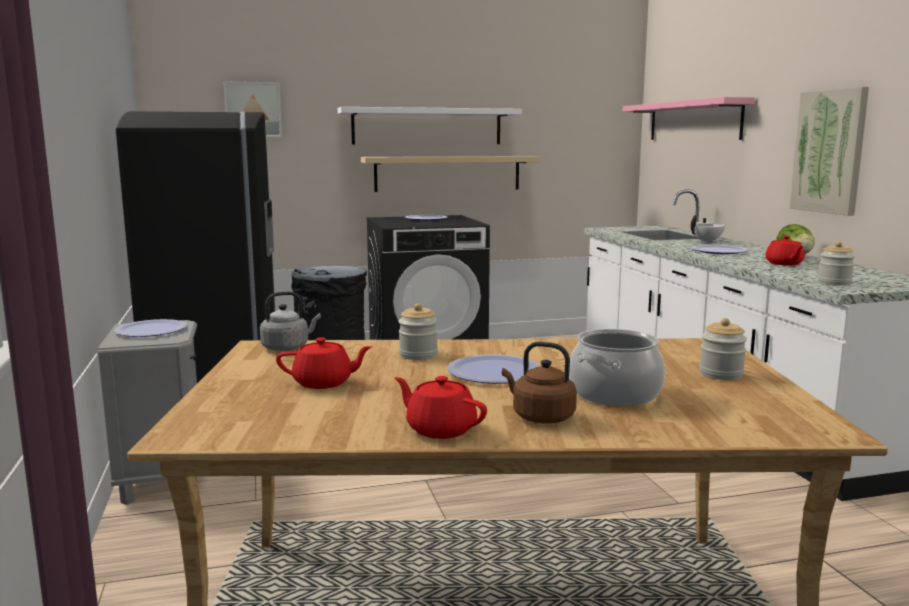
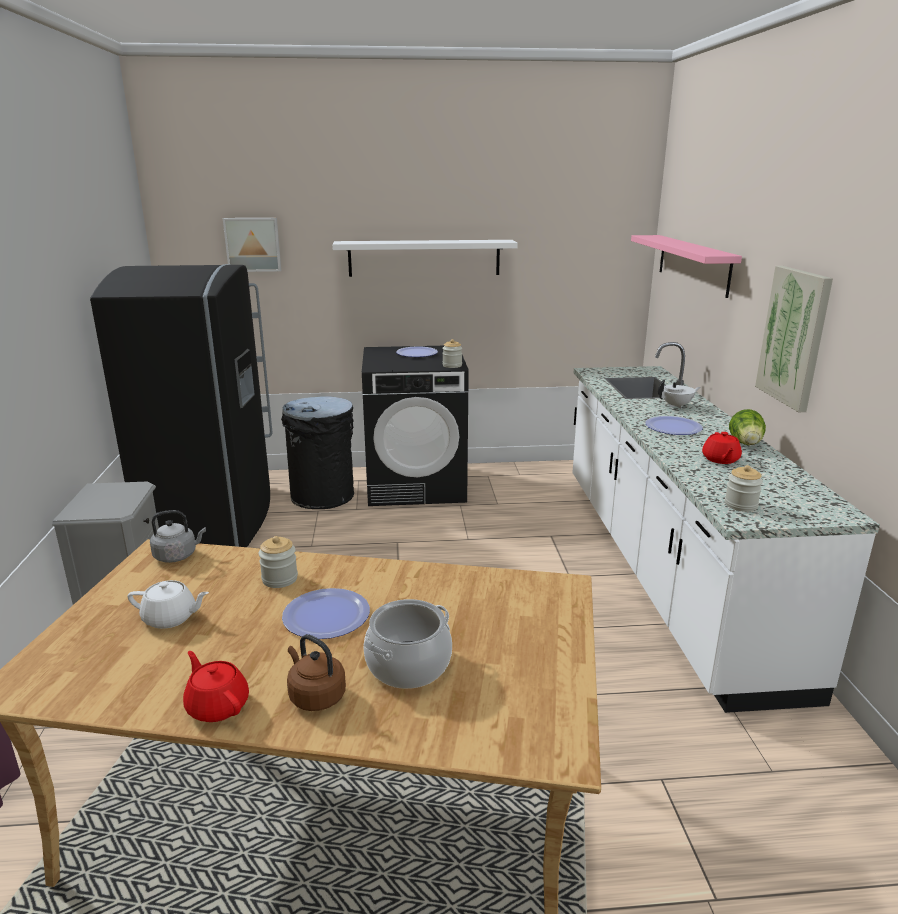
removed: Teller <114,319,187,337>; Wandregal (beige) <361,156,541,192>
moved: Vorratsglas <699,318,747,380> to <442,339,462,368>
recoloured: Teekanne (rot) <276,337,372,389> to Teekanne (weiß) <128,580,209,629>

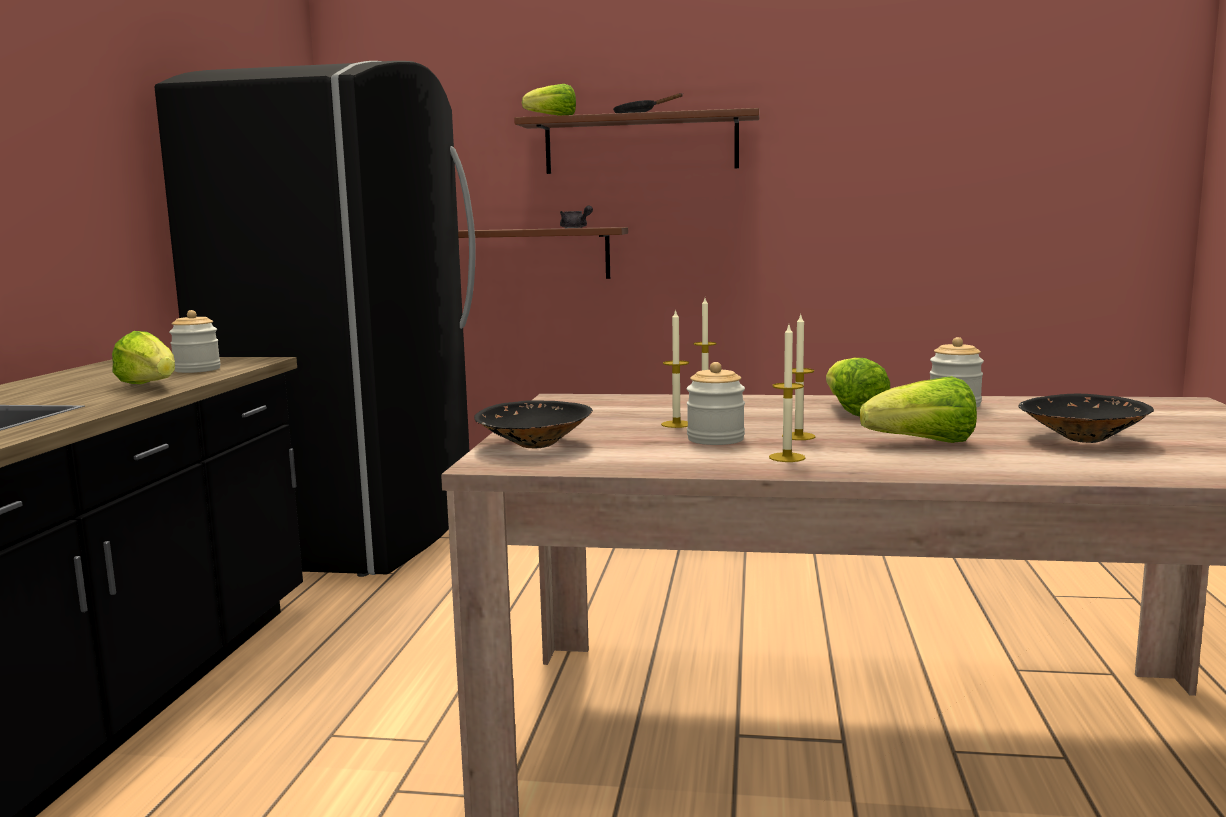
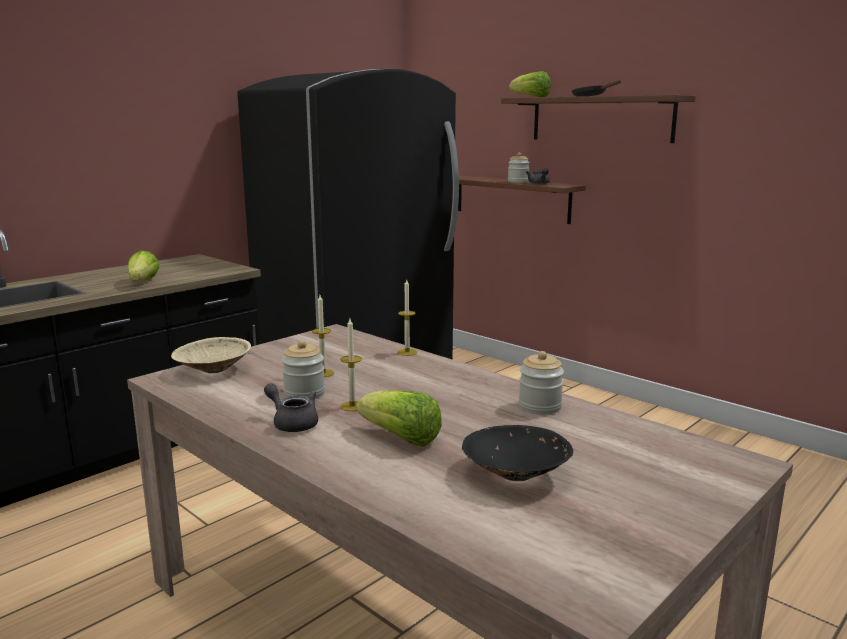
removed: Salatkopf <826,358,890,416>
moved: Vorratsglas <169,310,221,373> to <508,153,530,183>
replaced: Kerze <769,325,805,462> to Teekanne (grau) <264,383,318,432>
recoloured: Schüssel (schwarz) <474,400,593,449> to Schüssel (beige) <171,337,251,373>

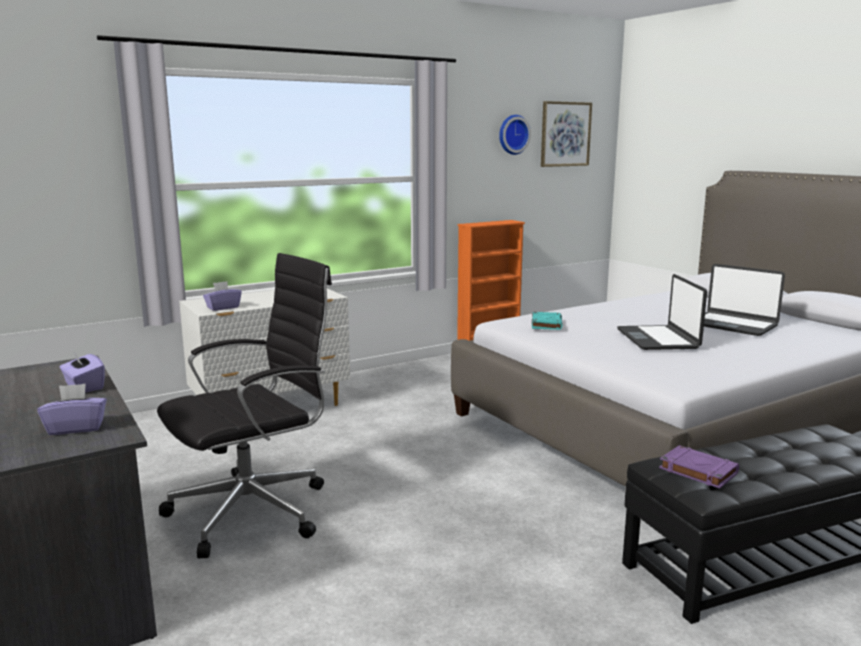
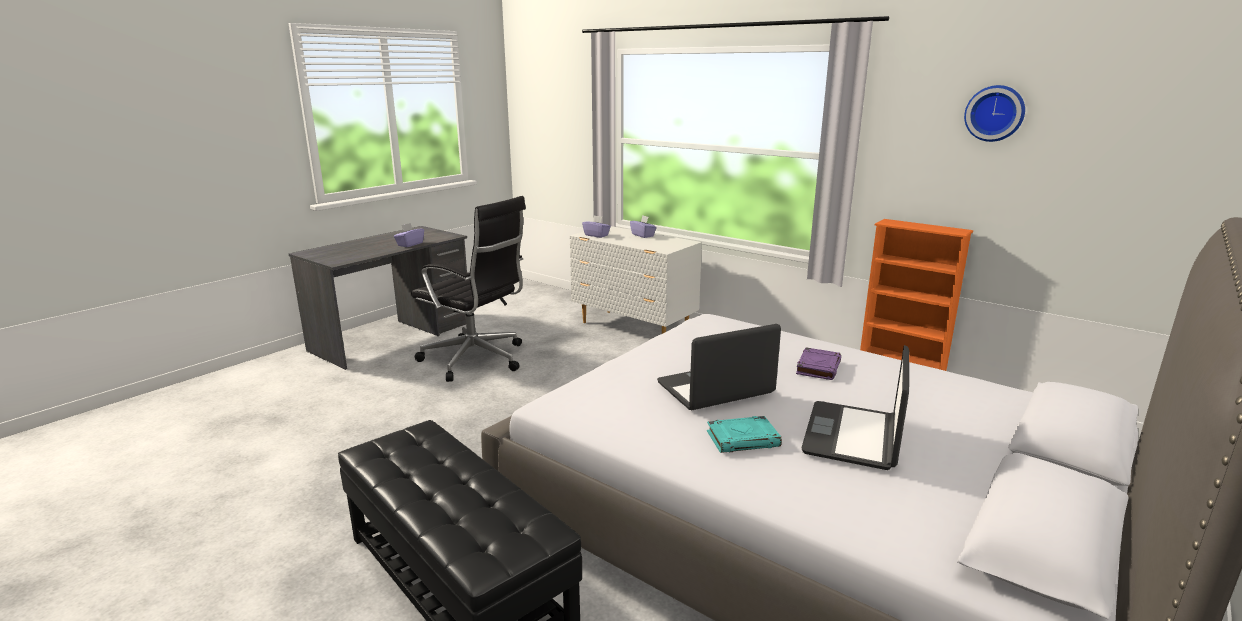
removed: Bild <541,101,592,167>
moved: Taschentuchbox (lila) <38,383,107,435> to <630,216,657,238>; Buch (türkis) <532,312,563,330> to <707,416,782,453>; Buch (lila) <659,445,739,488> to <796,347,841,380>

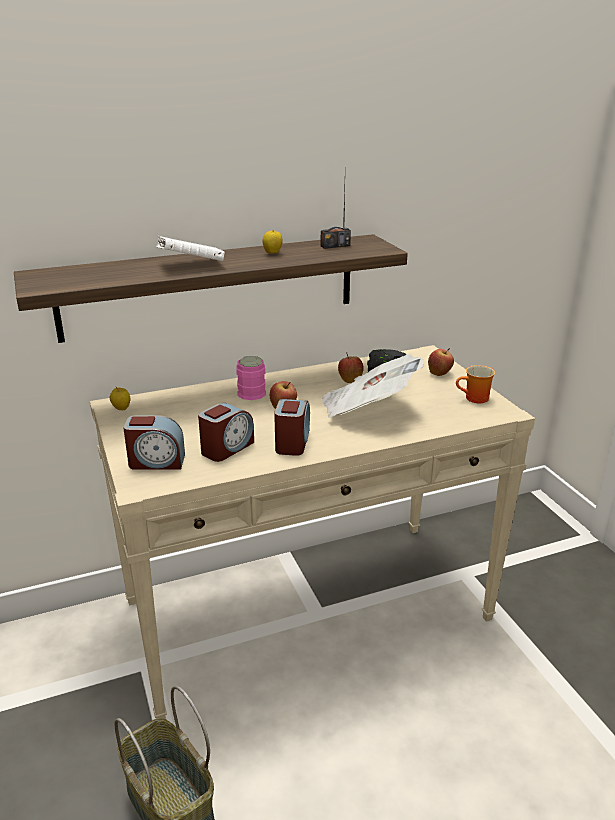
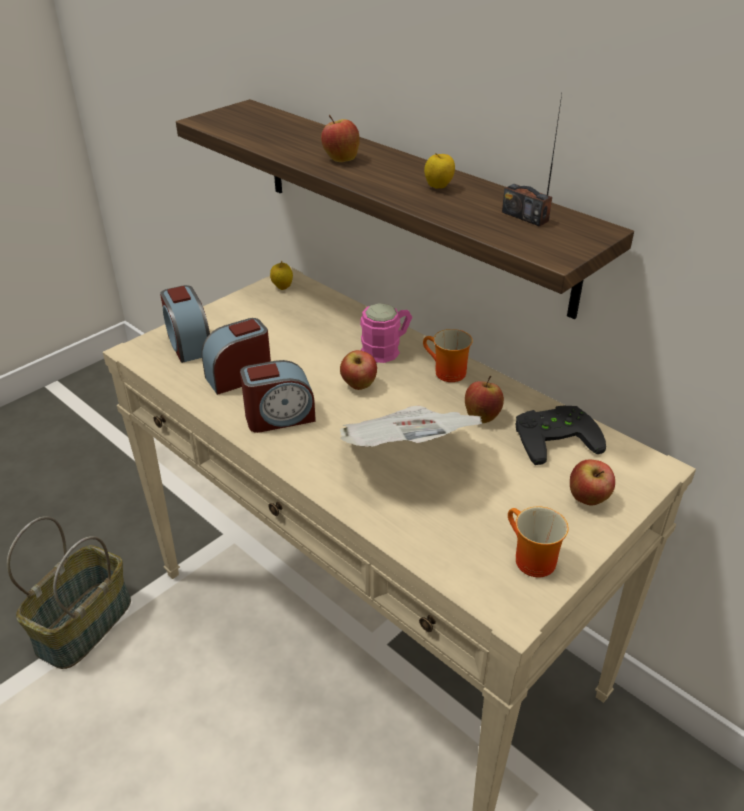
added: Henkelbecher <423,329,473,382>
replaced: Buch (weiß) <156,236,224,261> to Apfel <321,114,360,162>
turned: Wecker <198,403,254,462> = <202,318,271,395> 135 degrees clockwise

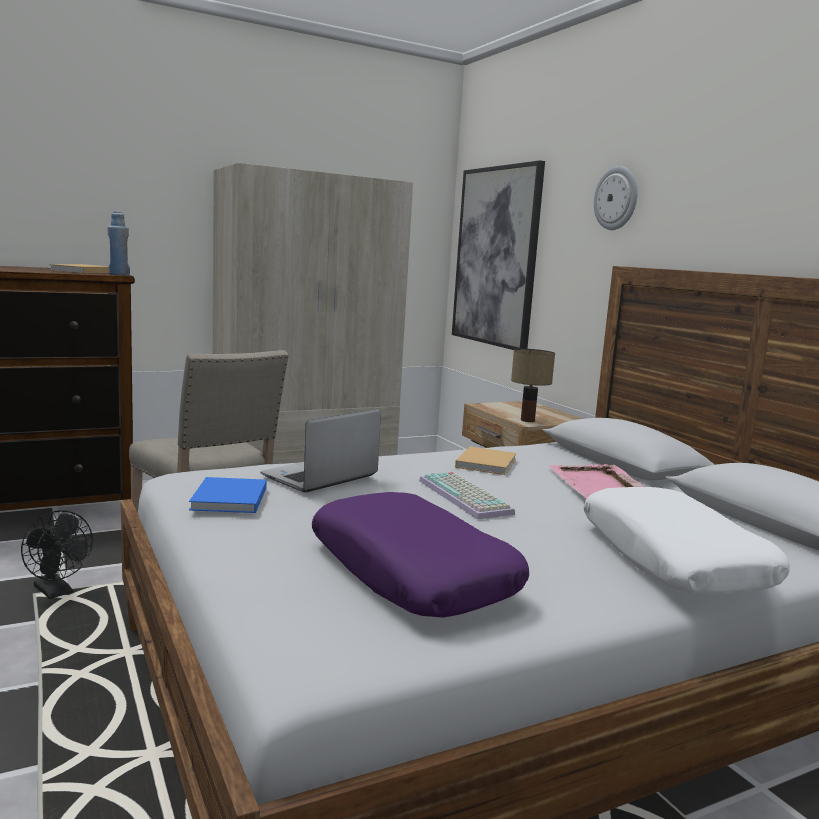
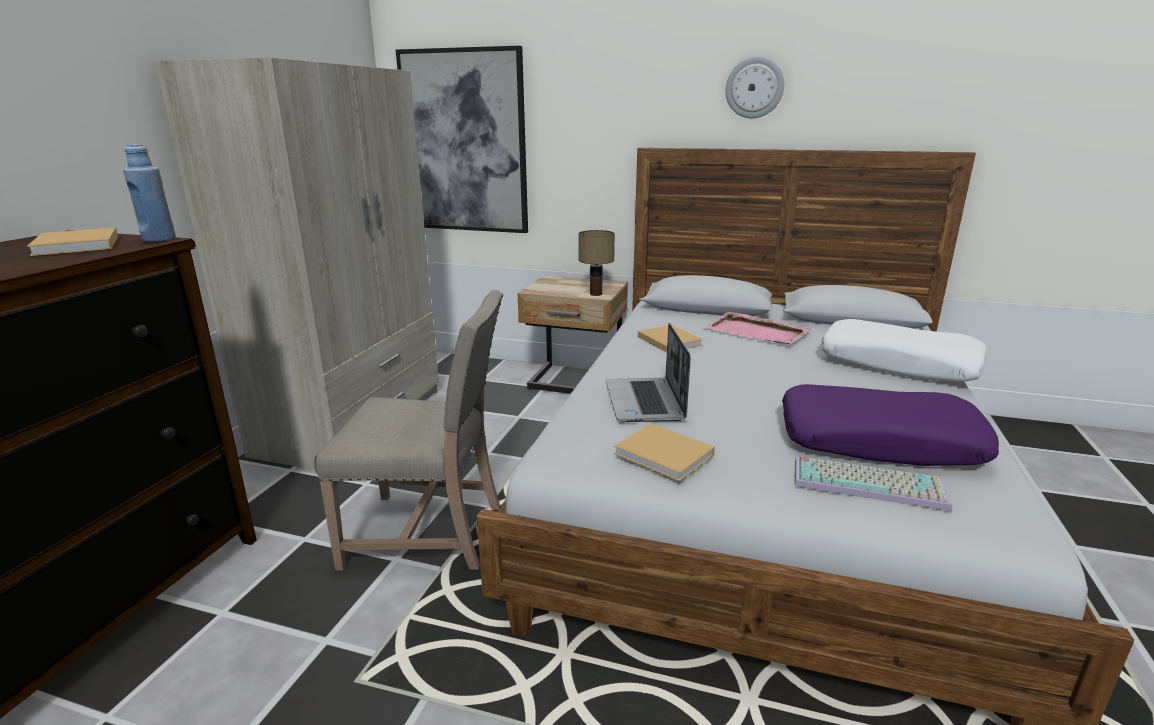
removed: Ventilator (schwarz) <21,510,93,599>
moved: Tastatur <419,472,515,519> to <794,457,952,512>; Wanduhr <594,166,638,230> to <725,57,784,118>
recoloured: Buch (blau) <189,477,267,513> to Buch (beige) <614,424,715,482>

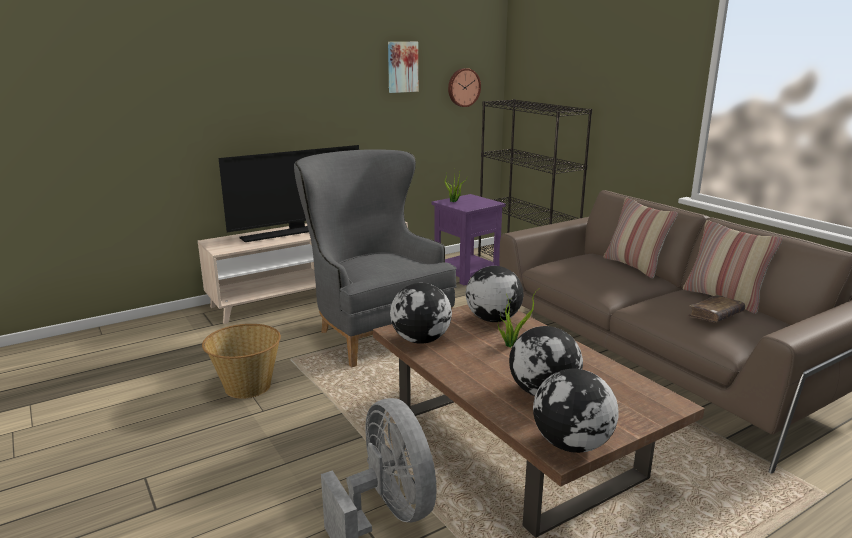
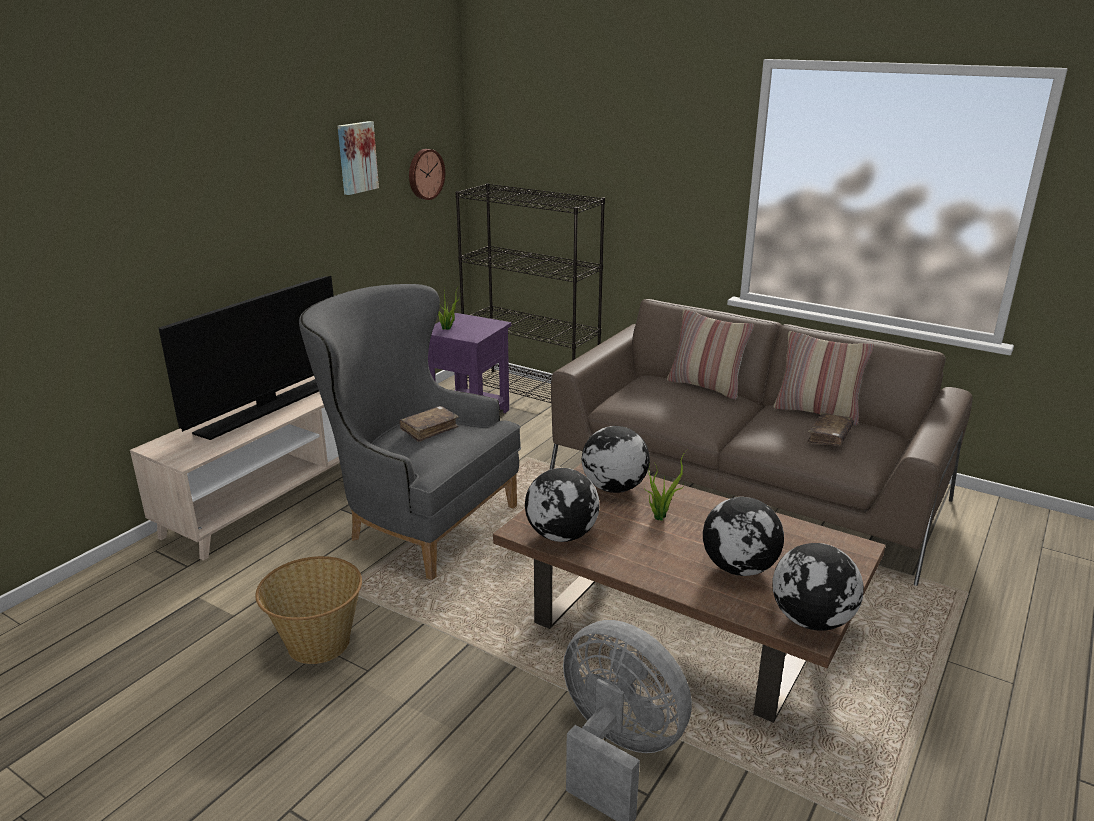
added: Buch (braun) <399,406,459,442>

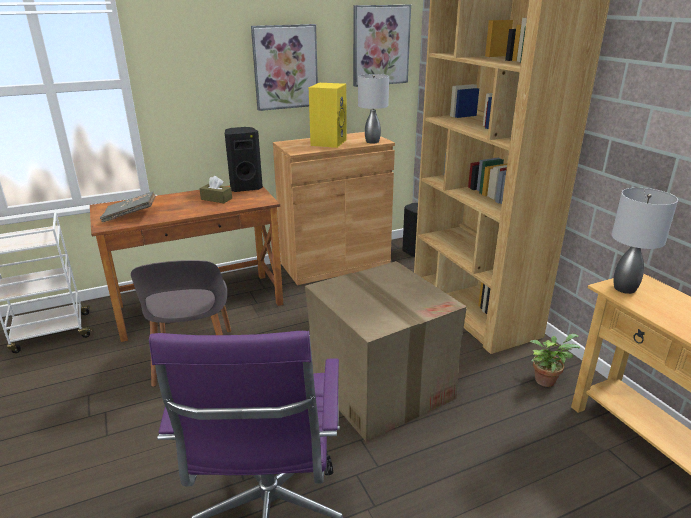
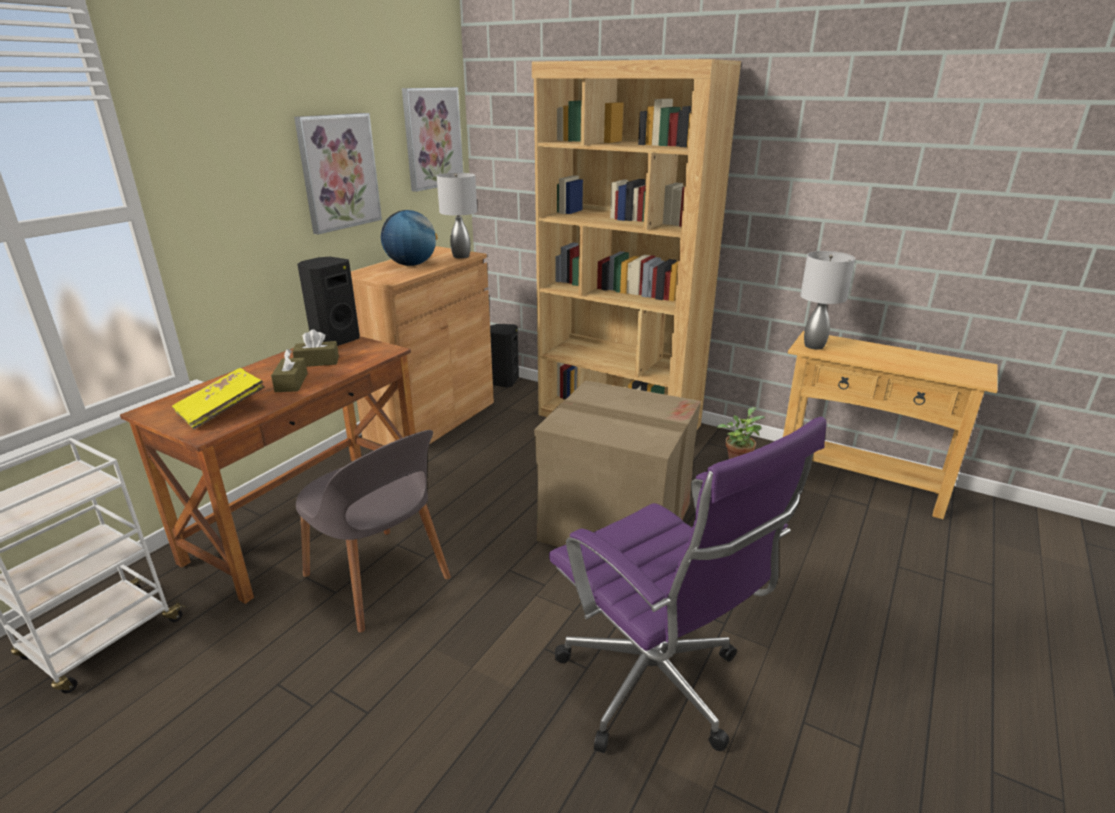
added: Taschentuchbox (braun) <271,349,308,392>
replaced: Lautsprecher (gelb) <309,83,347,148> to Globus <381,210,438,266>
recoloured: Buch (grau) <100,192,156,222> to Buch (gelb) <172,368,265,429>

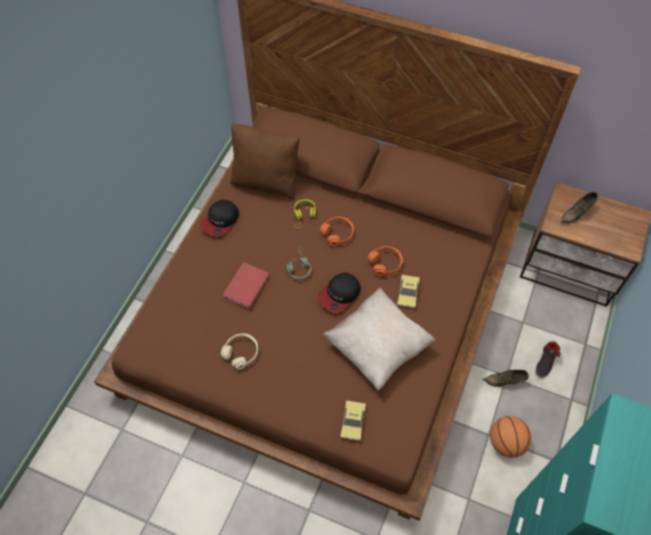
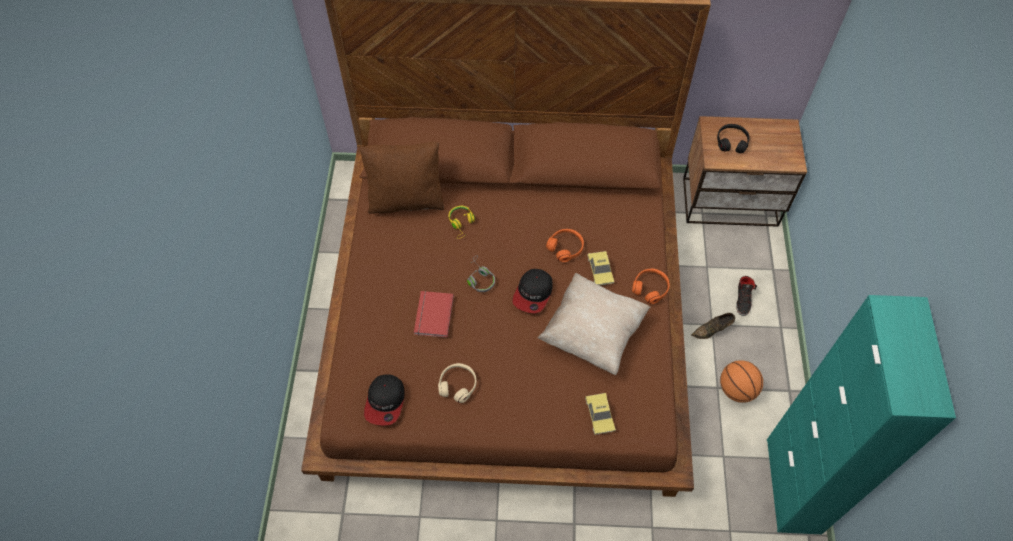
moved: Kappe <200,200,239,237> to <364,374,405,426>; Kopfhörer (orange) <320,217,354,246> to <632,269,670,304>
replaced: Schuh (braun) <561,192,598,224> to Kopfhörer (schwarz) <717,124,750,153>

